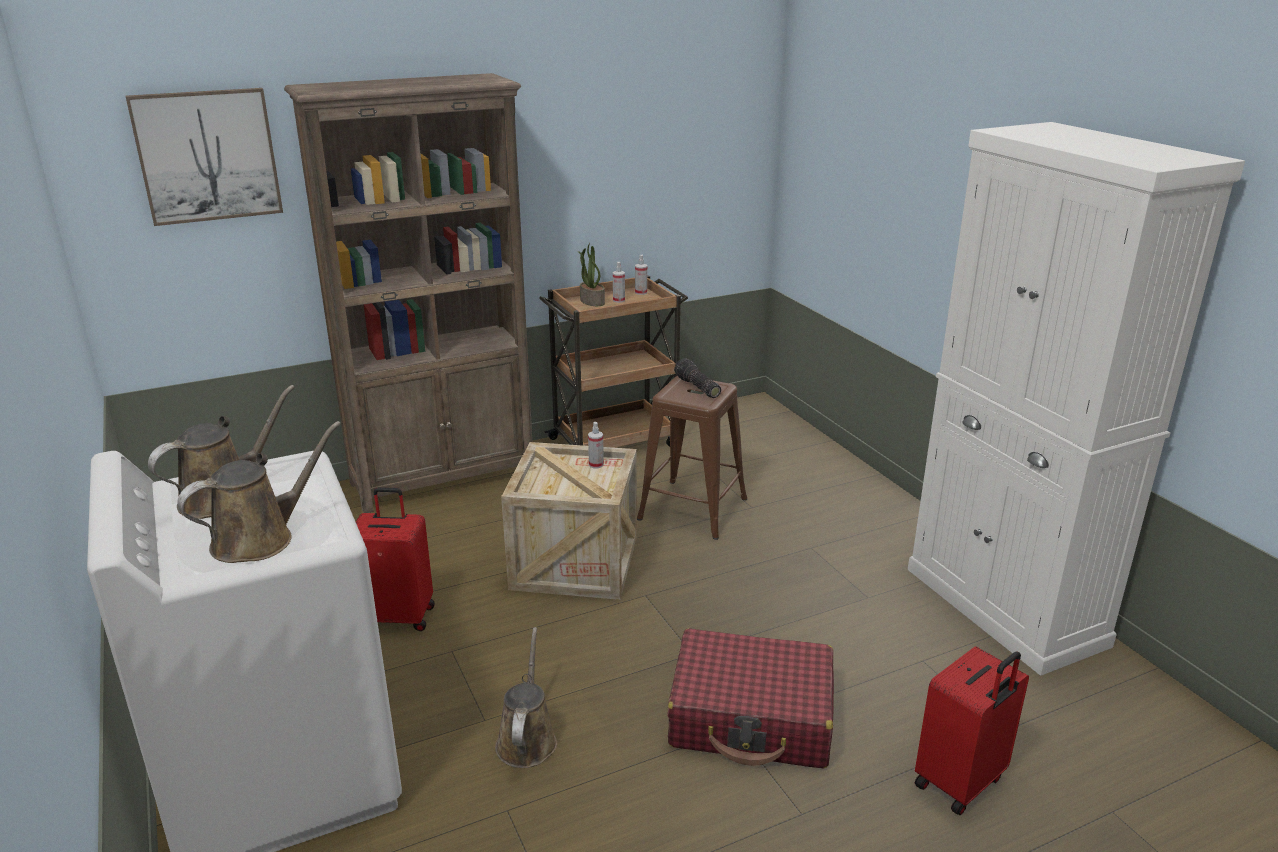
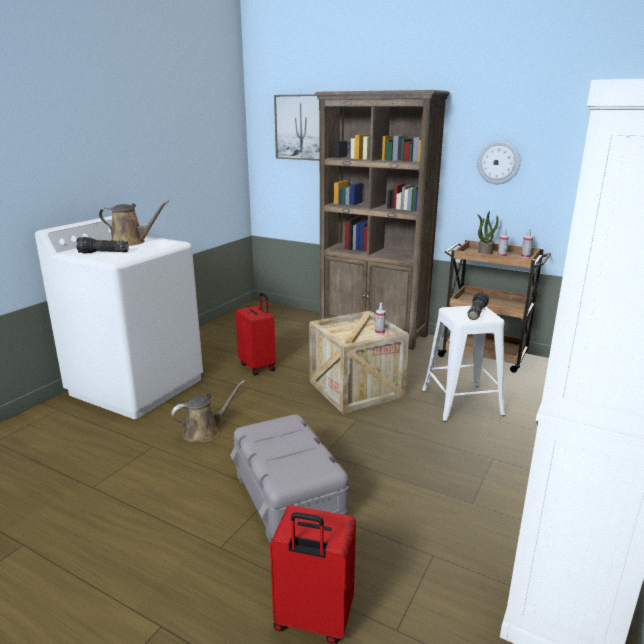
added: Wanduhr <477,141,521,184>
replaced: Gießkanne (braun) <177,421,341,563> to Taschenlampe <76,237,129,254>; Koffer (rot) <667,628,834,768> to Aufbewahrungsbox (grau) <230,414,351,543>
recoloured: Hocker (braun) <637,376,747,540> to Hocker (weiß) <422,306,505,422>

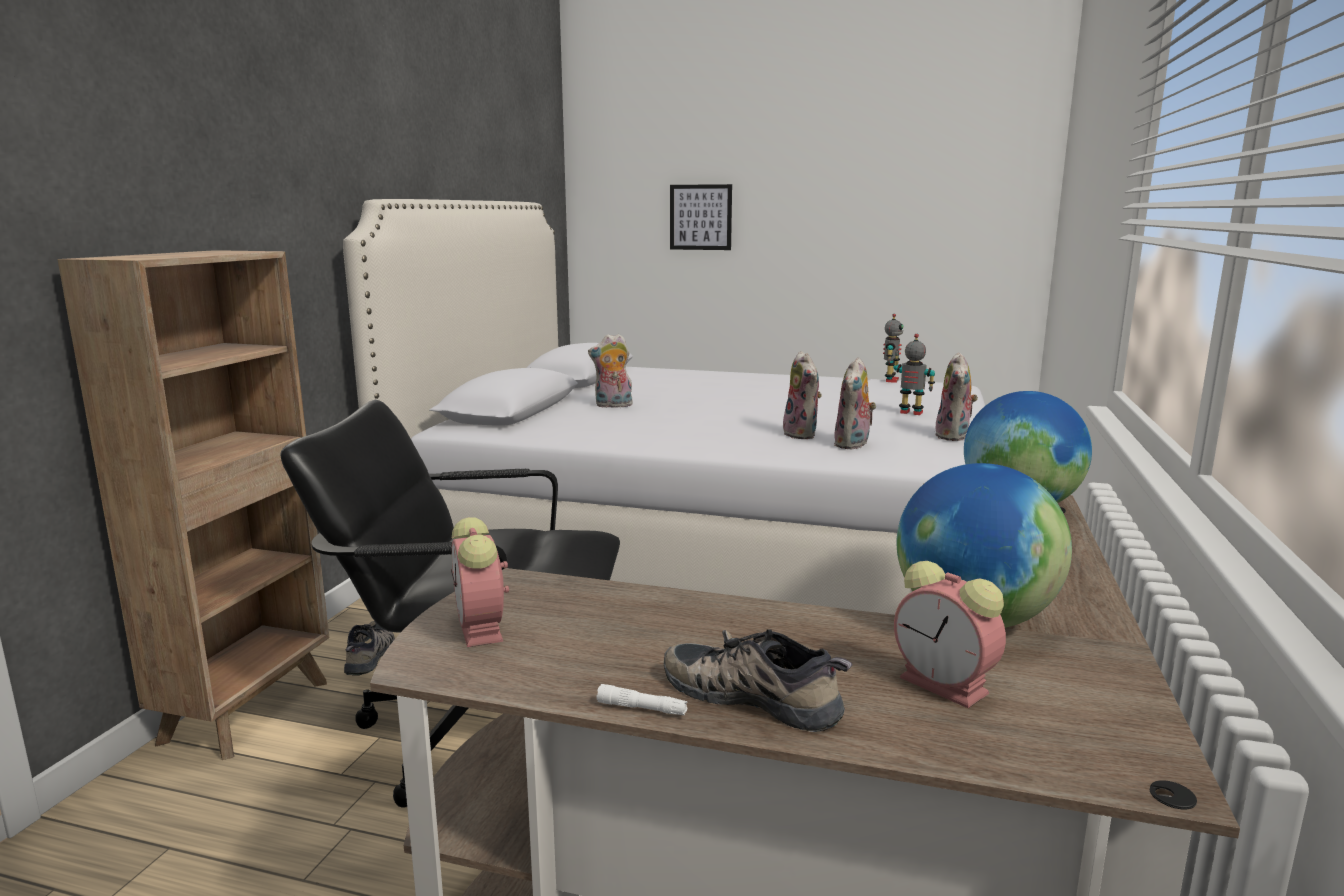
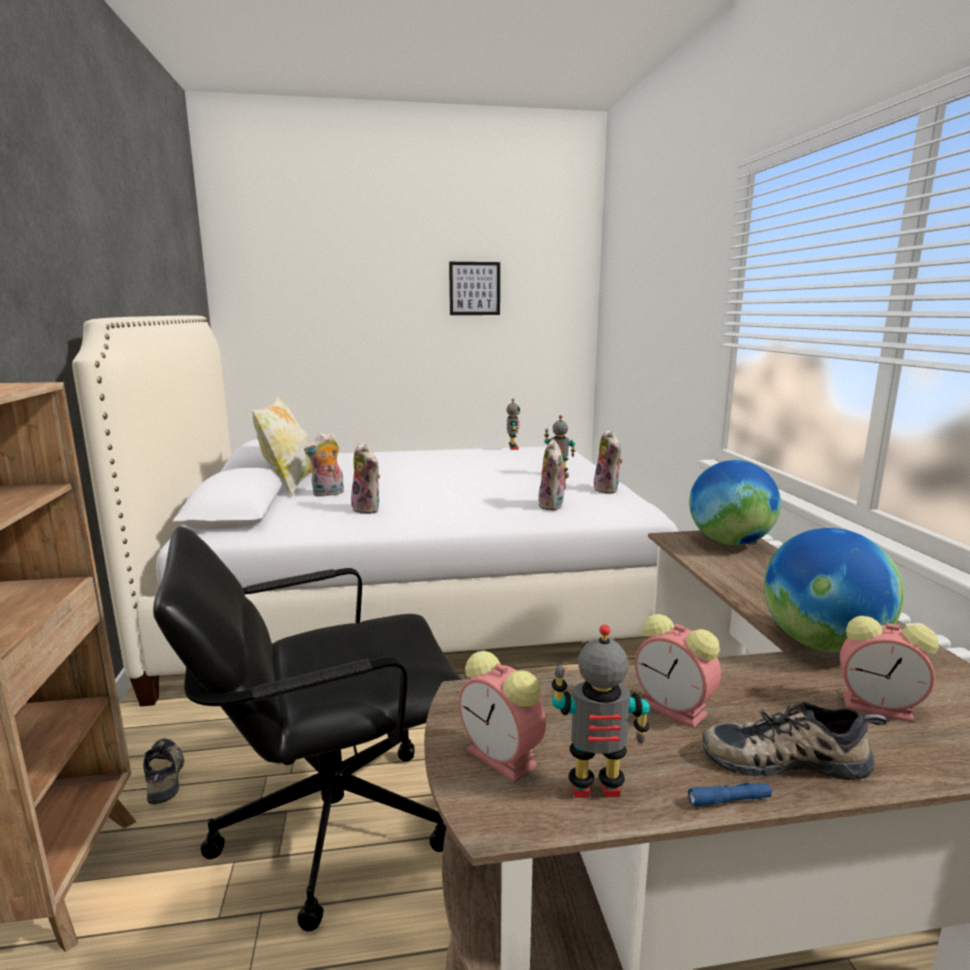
added: Kissen <252,396,312,497>; Spielzeugroboter <552,625,650,798>; Wecker <635,614,721,729>
moved: Bild <670,184,732,250> to <449,262,500,315>; Plüschtier <783,351,822,439> to <351,442,380,514>
recoloured: Taschenlampe (weiß) <597,684,687,715> to Taschenlampe (blau) <688,783,772,806>

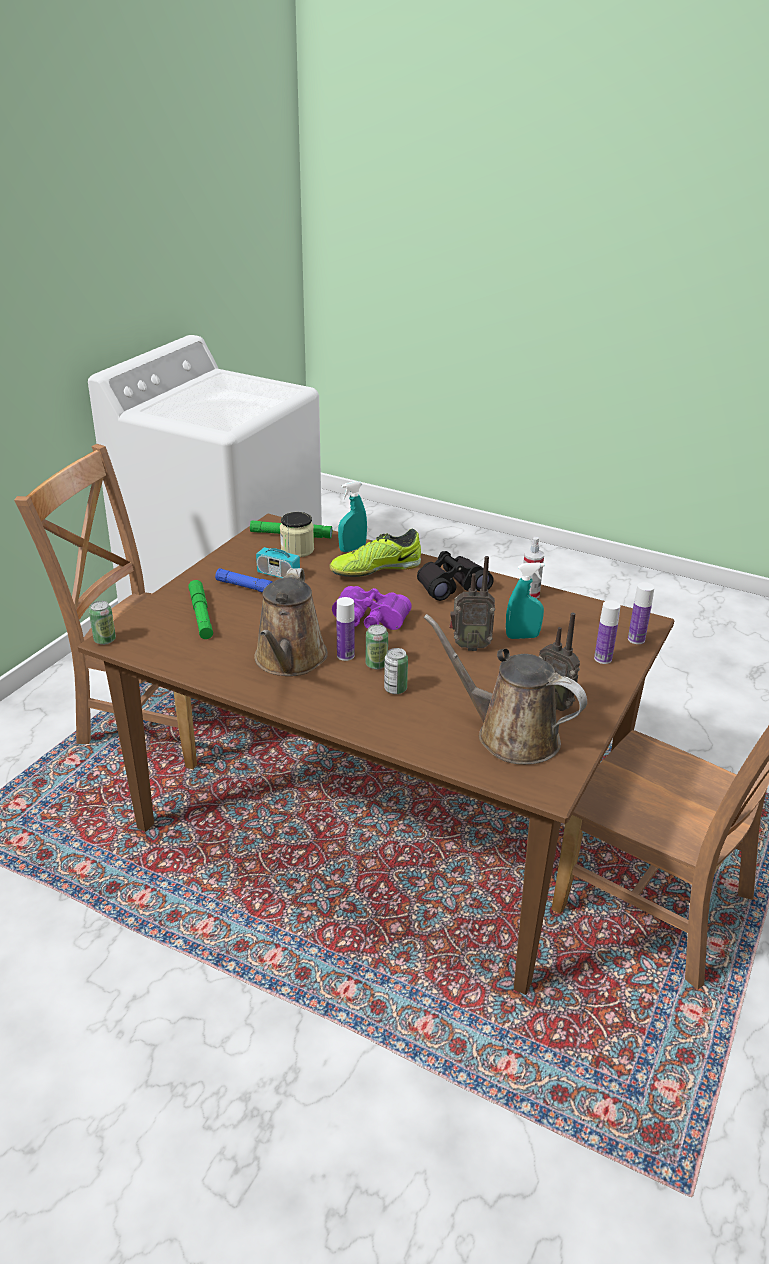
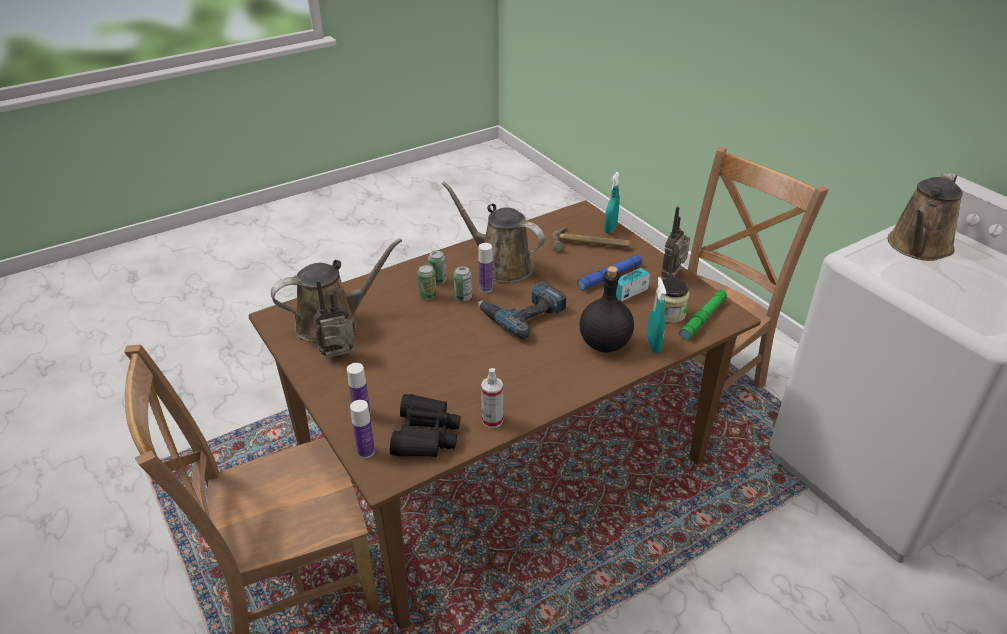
added: Gießkanne (braun) <888,172,963,261>
moved: Dose <89,601,116,645> to <428,250,447,285>; Fernglas (schwarz) <417,551,494,601> to <390,394,461,457>; Radio <449,556,495,651> to <661,207,690,278>; Sprühflasche (türkis) <506,562,545,639> to <604,172,620,233>
replaced: Taschenlampe (grün) <188,580,213,639> to Hammer <552,226,630,252>; Schuh <329,529,421,577> to Flasche (schwarz) <579,266,634,353>; Fernglas (lila) <332,586,412,630> to Bohrmaschine <478,281,566,339>

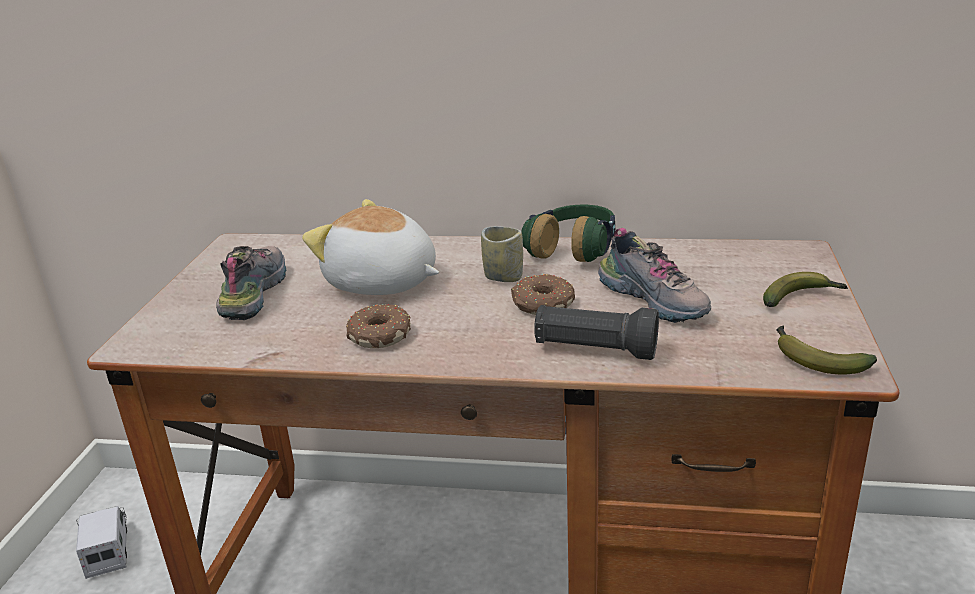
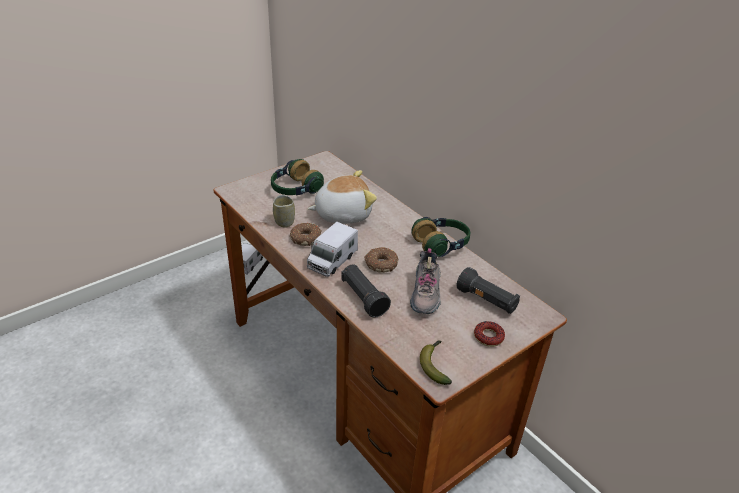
added: Spielzeuglaster <307,222,358,277>; Taschenlampe (schwarz) <456,267,520,314>
moved: Tasse <481,226,523,282> to <273,195,295,228>
replaced: Schuh <216,246,286,320> to Kopfhörer <271,159,324,195>; Banane <763,272,848,307> to Donut <474,321,505,347>
turned: Plüschtier <302,199,439,295> = <308,170,377,224> 90 degrees clockwise

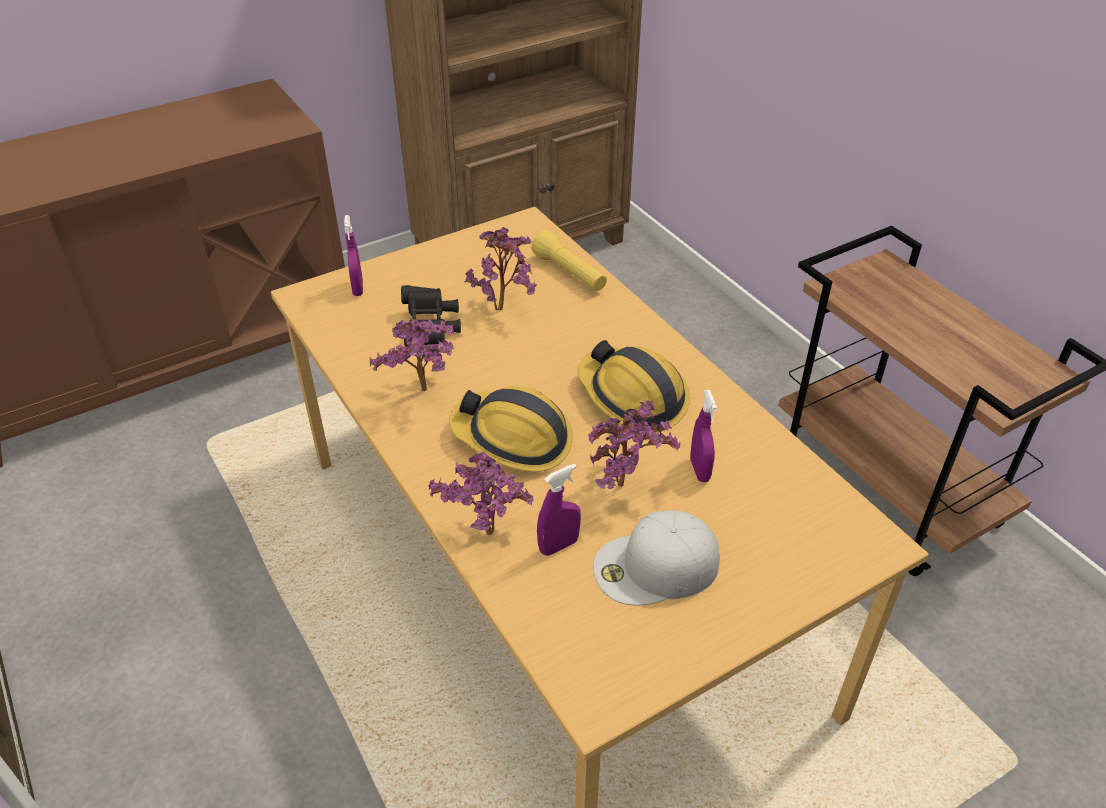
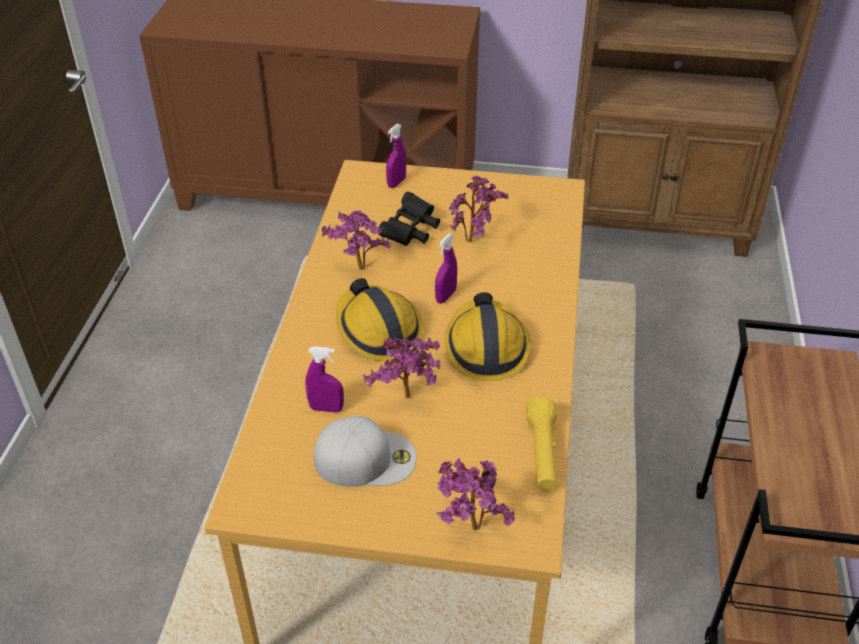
moved: Topfpflanze <428,451,534,535> to <437,458,515,531>; Taschenlampe (gelb) <531,230,607,291> to <526,397,557,491>; Sprühflasche (lila) <690,390,717,482> to <435,233,457,304>
turned: Kappe (weiß) <593,511,720,606> = <314,416,416,487> 150 degrees clockwise

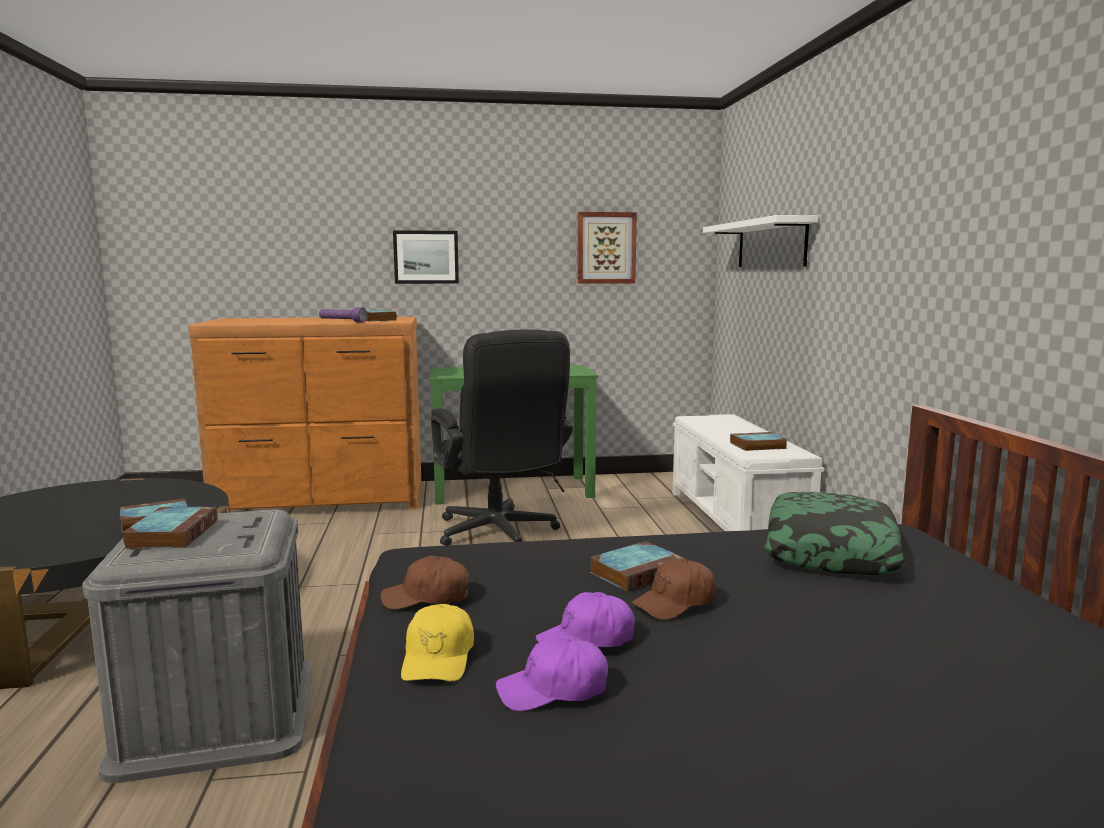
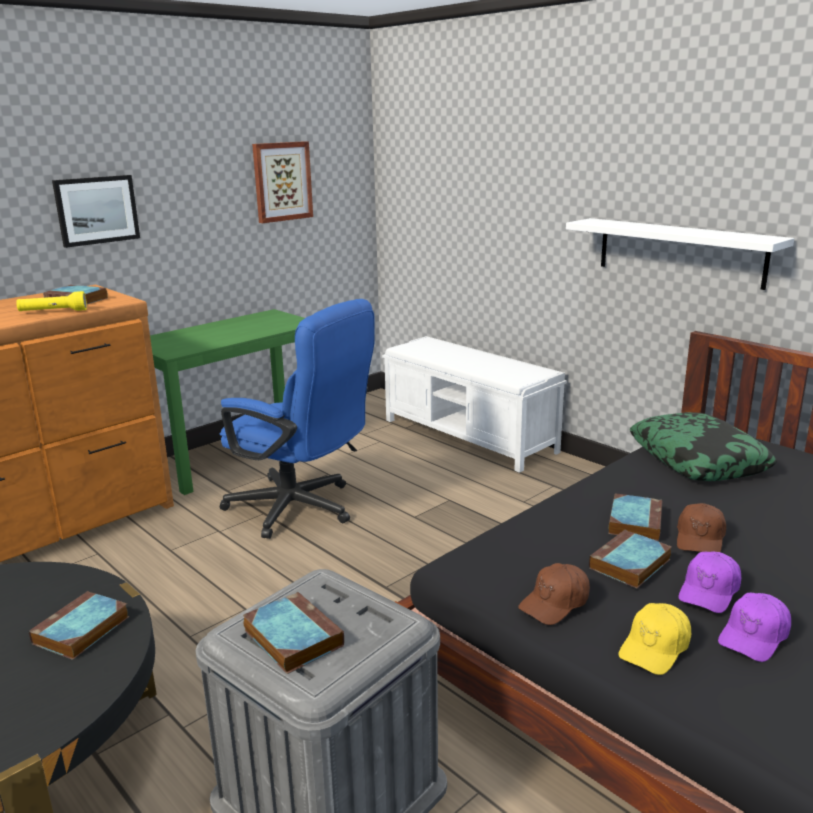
moved: Wandregal (weiß) <703,215,818,267> to <566,218,794,290>; Buch <730,432,787,451> to <589,529,672,588>
recoloured: Taschenlampe (lila) <319,307,367,323> to Taschenlampe (gelb) <16,291,87,311>; Bürostuhl (schwarz) <431,329,573,546> to Bürostuhl (blau) <220,299,375,539>
turned: Kappe (gelb) <401,604,474,682> = <618,603,691,675> 75 degrees clockwise

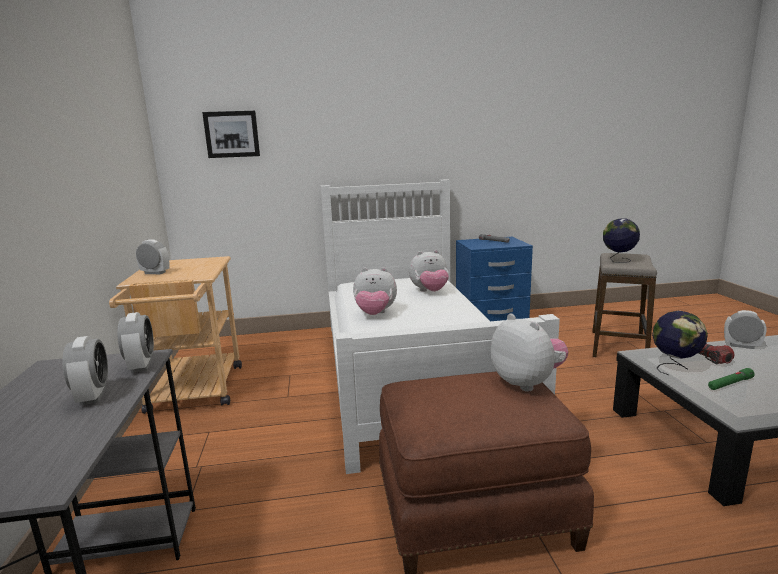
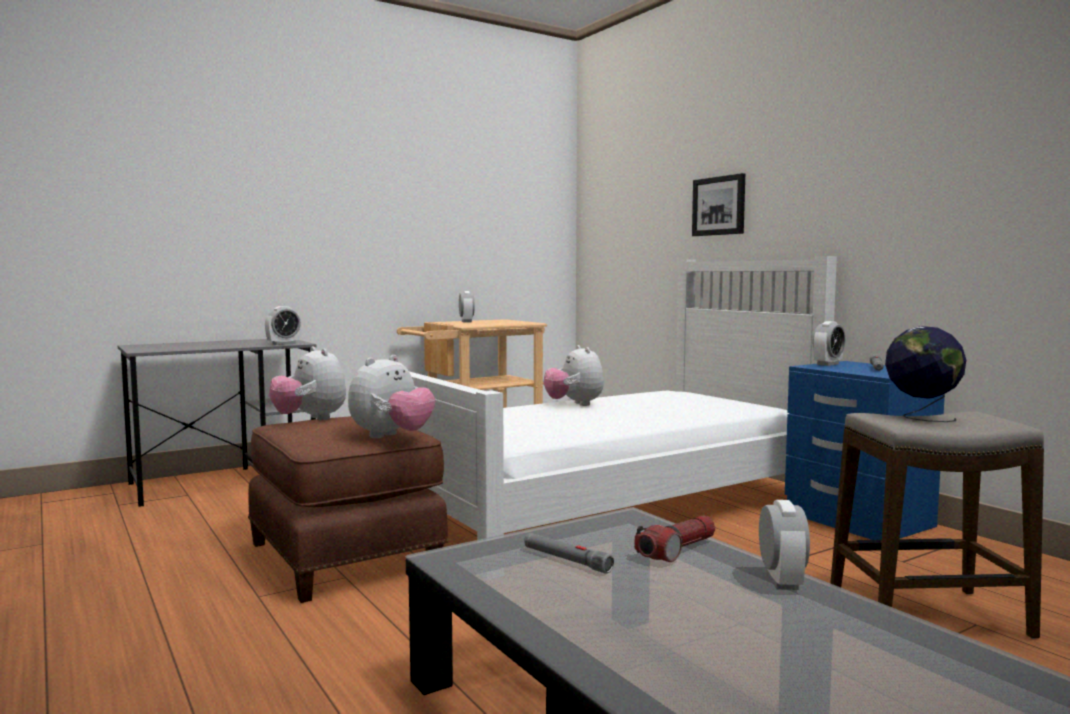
removed: Globus <652,311,708,375>
moved: Wecker <62,336,108,406> to <813,321,845,366>; Bild <202,111,260,158> to <692,173,745,236>; Plüschtier <409,250,449,292> to <269,346,346,420>
recoloured: Taschenlampe (grün) <708,368,755,390> to Taschenlampe (grau) <524,533,614,574>

